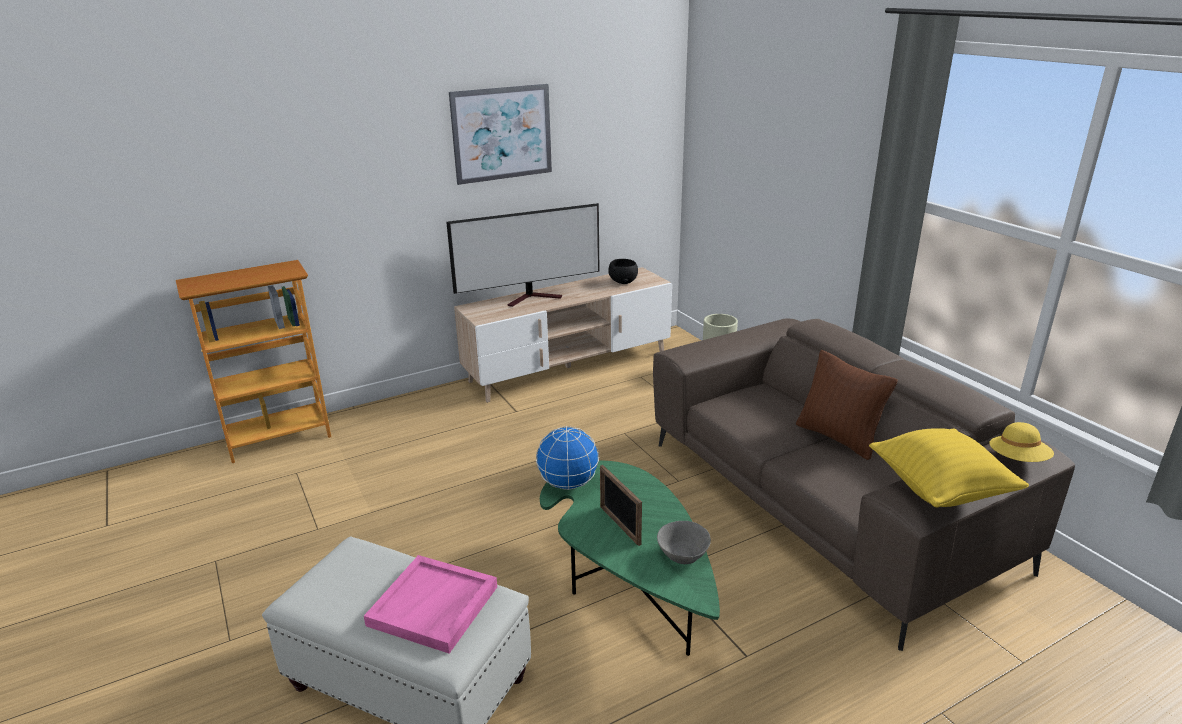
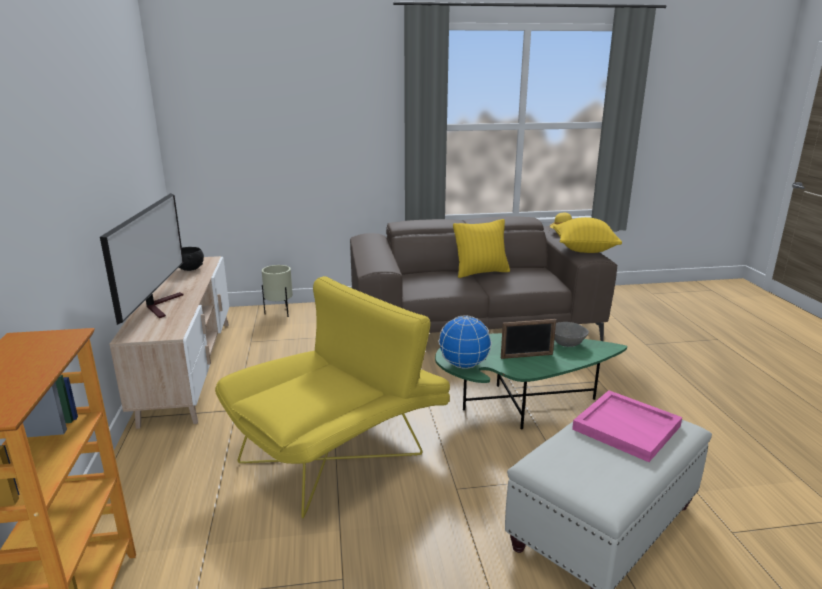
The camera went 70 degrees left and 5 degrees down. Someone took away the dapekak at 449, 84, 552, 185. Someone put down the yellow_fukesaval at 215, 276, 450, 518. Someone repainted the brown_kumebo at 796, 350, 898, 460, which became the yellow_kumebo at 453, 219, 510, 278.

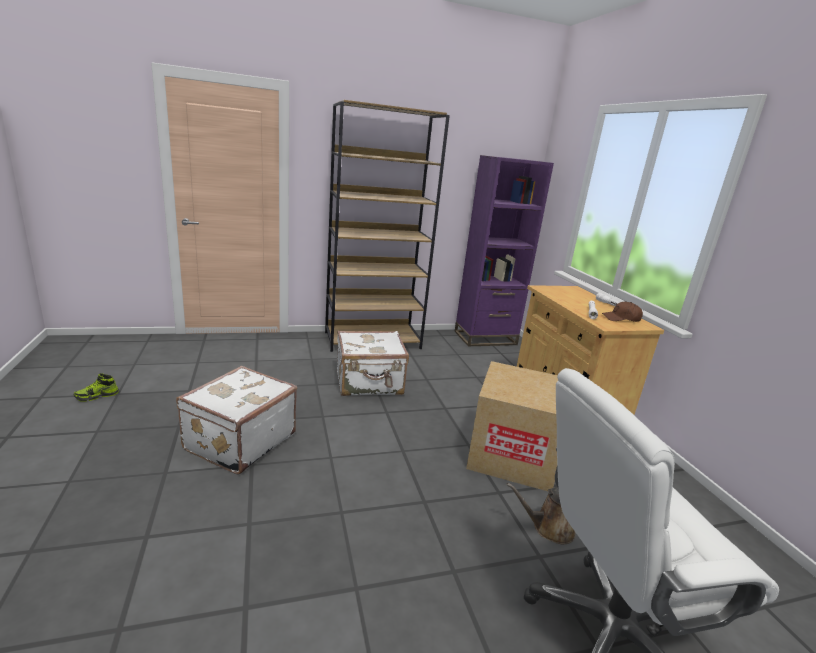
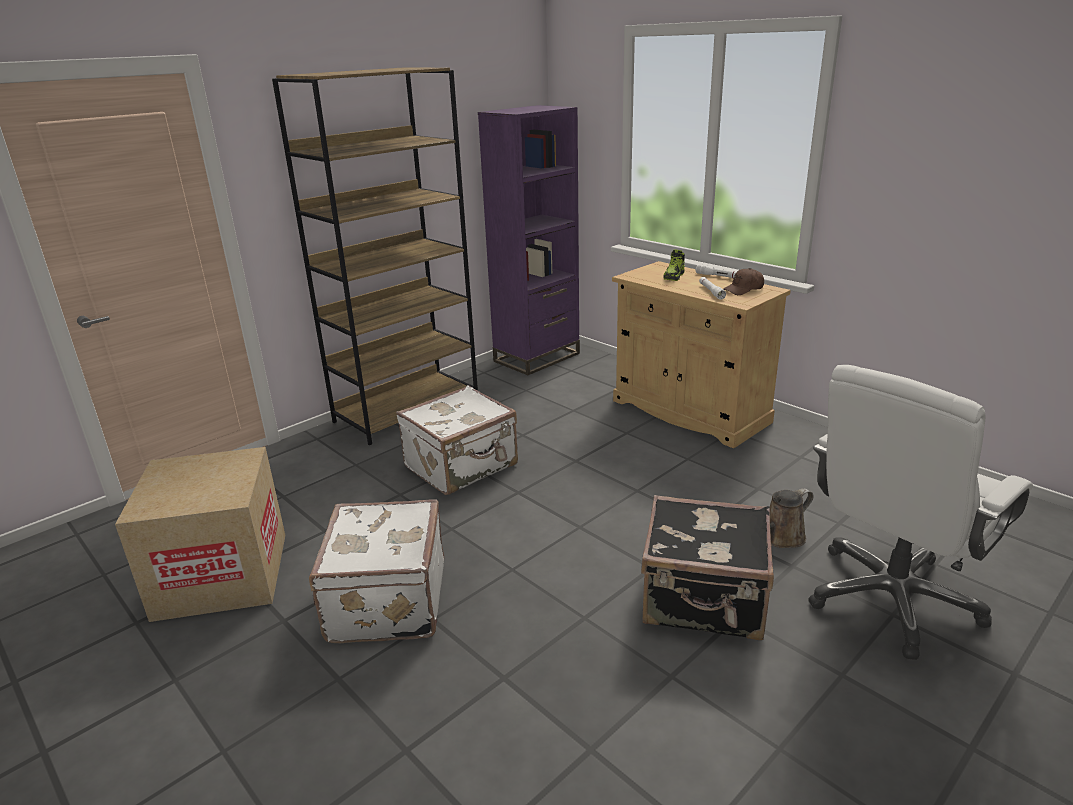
The camera went 25 degrees left and 5 degrees up. Someone put down the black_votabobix at 641, 495, 774, 640. Someone carried the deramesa from 74, 373, 119, 402 to 663, 249, 685, 281. Someone carried the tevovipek from 466, 361, 558, 491 to 115, 447, 285, 622.

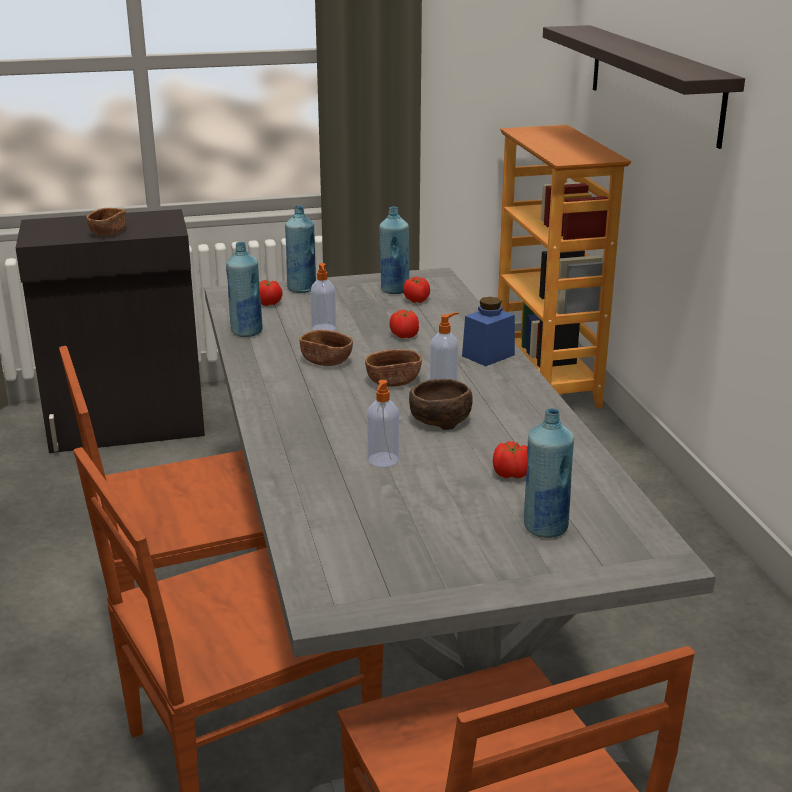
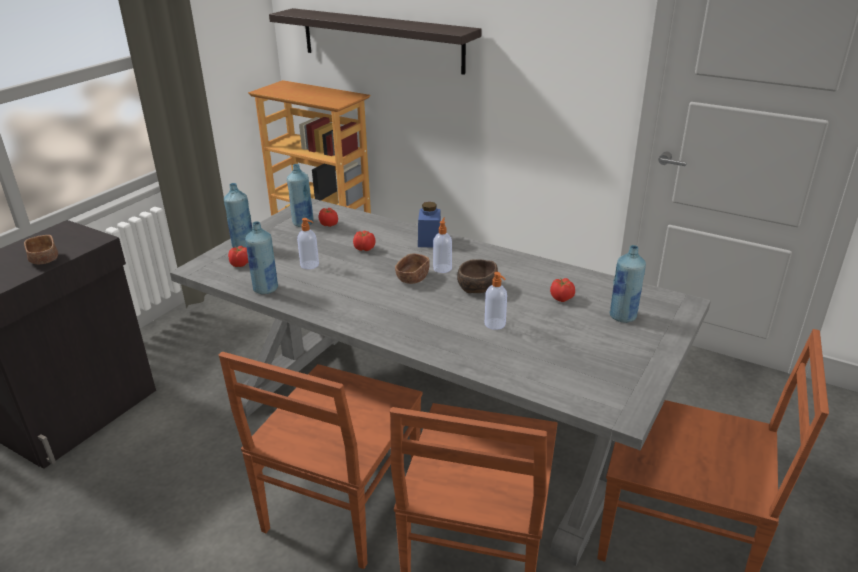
The camera went 45 degrees left and 5 degrees up. Someone took away the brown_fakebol at 299, 330, 353, 366.

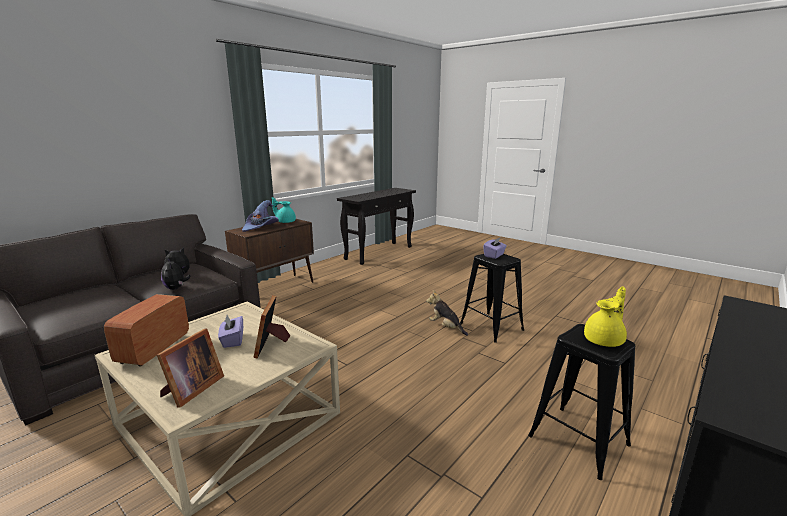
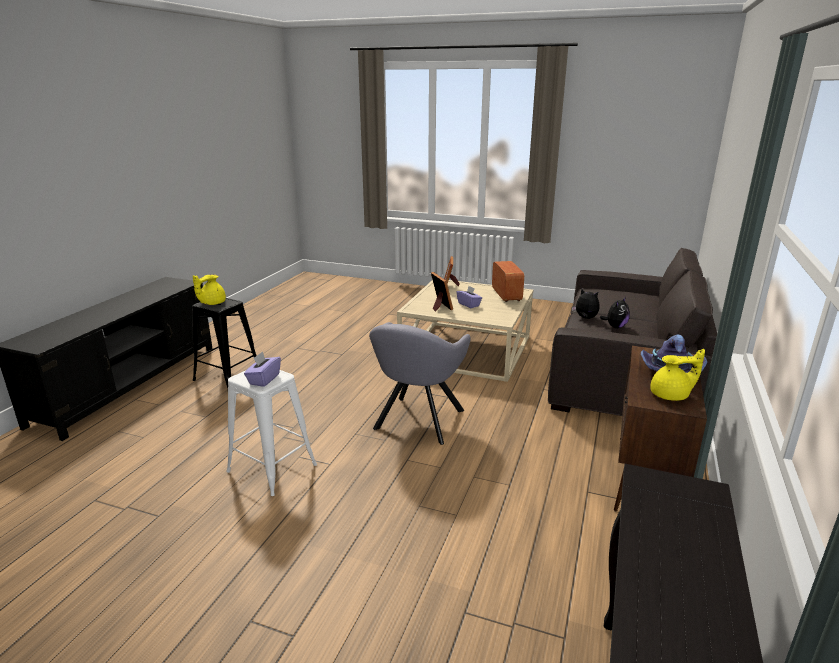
The camera went 160 degrees right and 5 degrees up. Someone took away the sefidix at 426, 290, 468, 336. Someone put down the grey_fukesaval at 369, 322, 471, 445. Someone repainted the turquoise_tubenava at 272, 197, 296, 223, which became the yellow_tubenava at 651, 349, 705, 401. Someone repainted the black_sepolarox at 460, 254, 524, 343, which became the white_sepolarox at 226, 370, 317, 496.

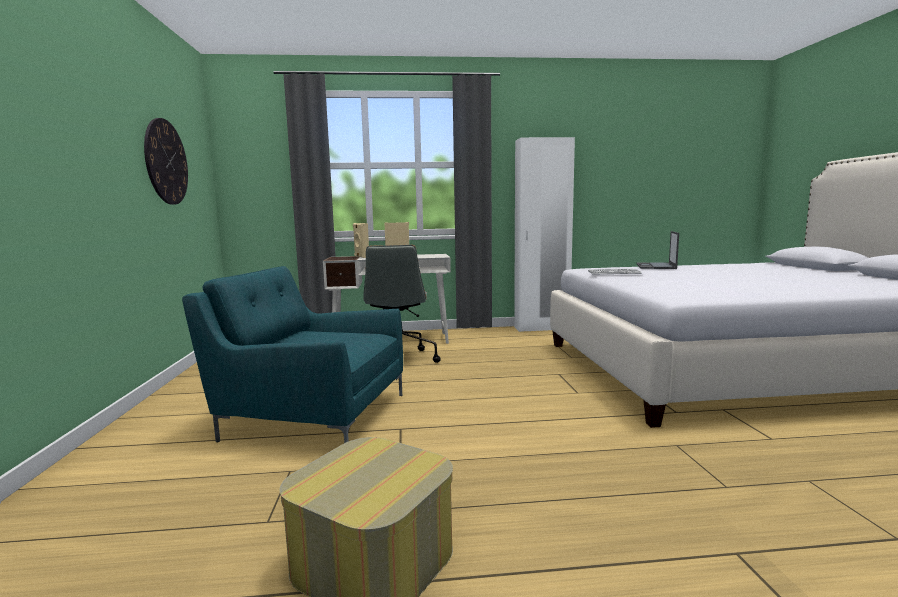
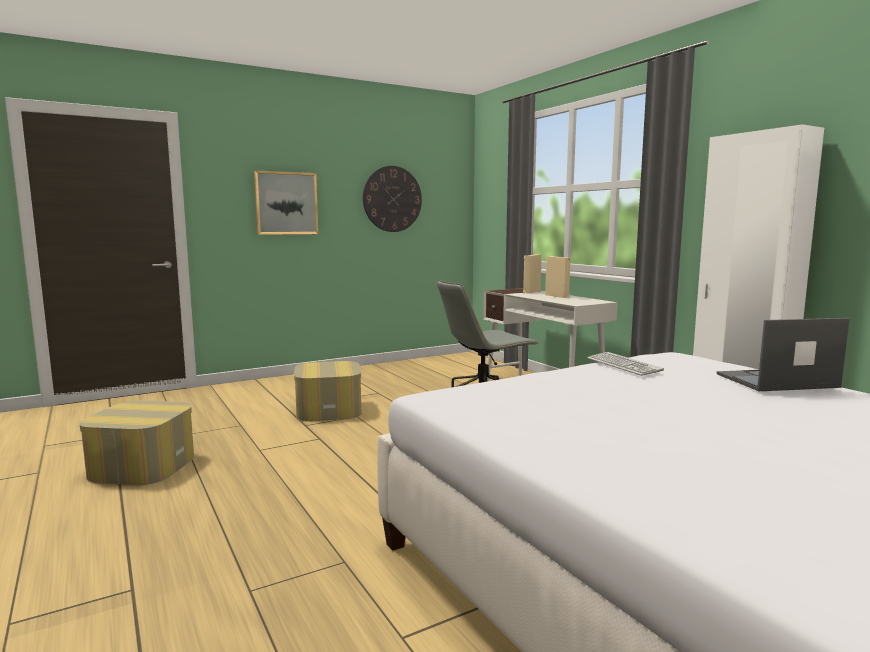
The camera went 65 degrees right and 0 degrees up. Someone put up the dapekak at 254, 170, 318, 235. Someone swapped the turquoise_fukesaval at 182, 266, 403, 443 for the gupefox at 294, 361, 362, 421.

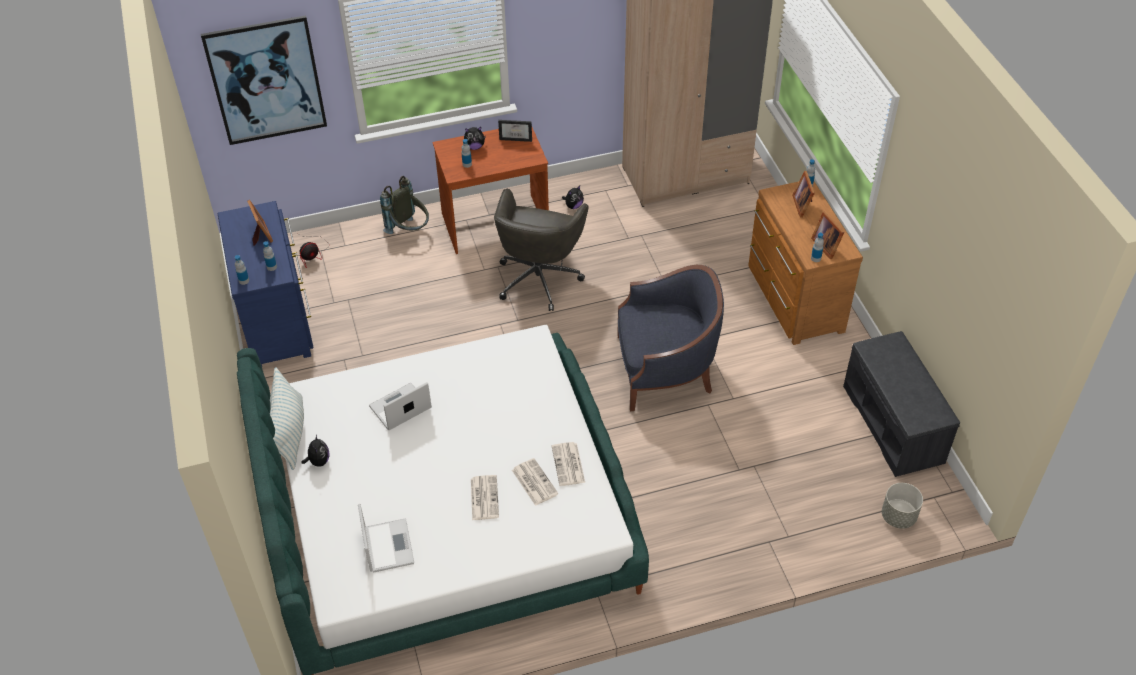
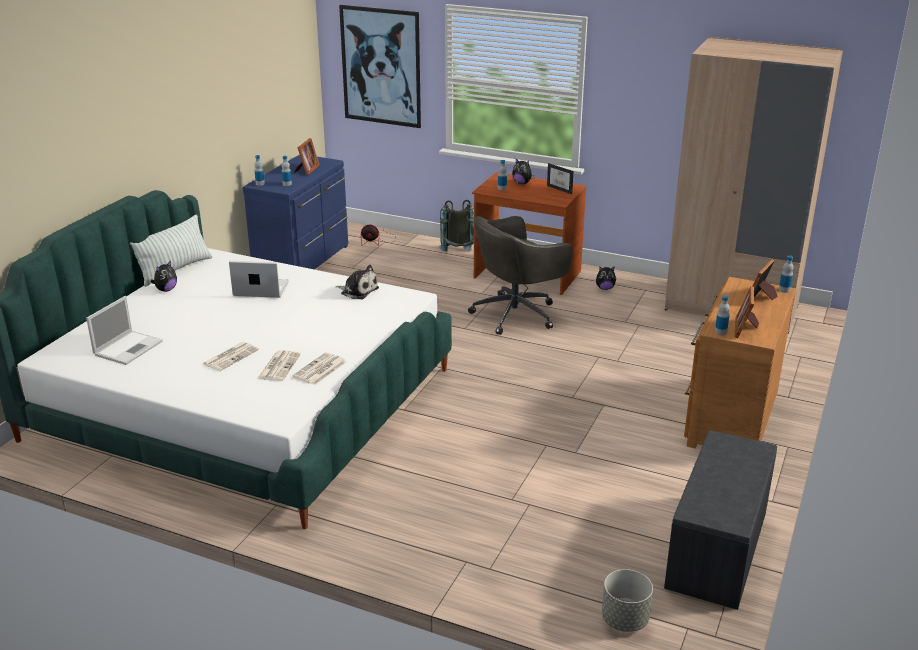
The camera went 40 degrees right and 20 degrees down. Someone took away the blue_fukesaval at 617, 265, 724, 411. Someone put down the sefidix at 336, 265, 379, 299.

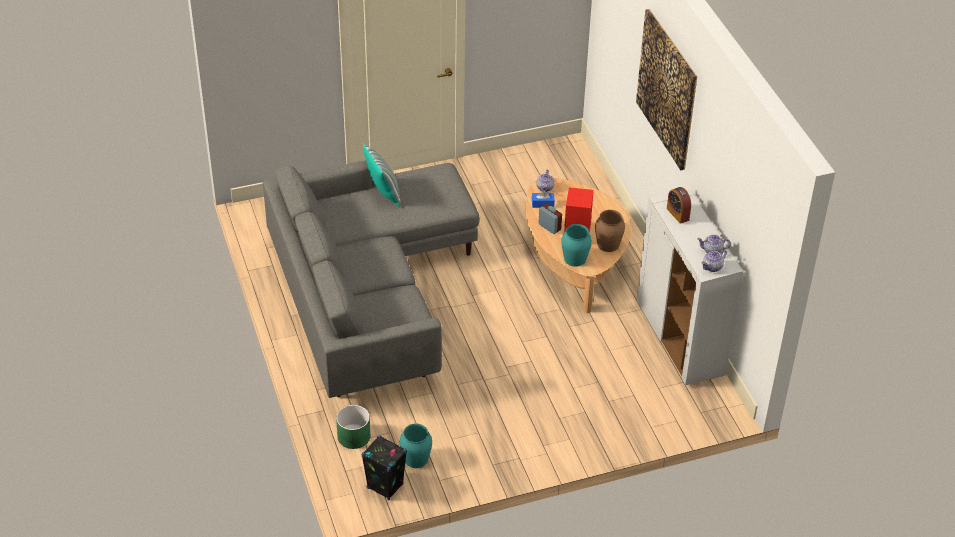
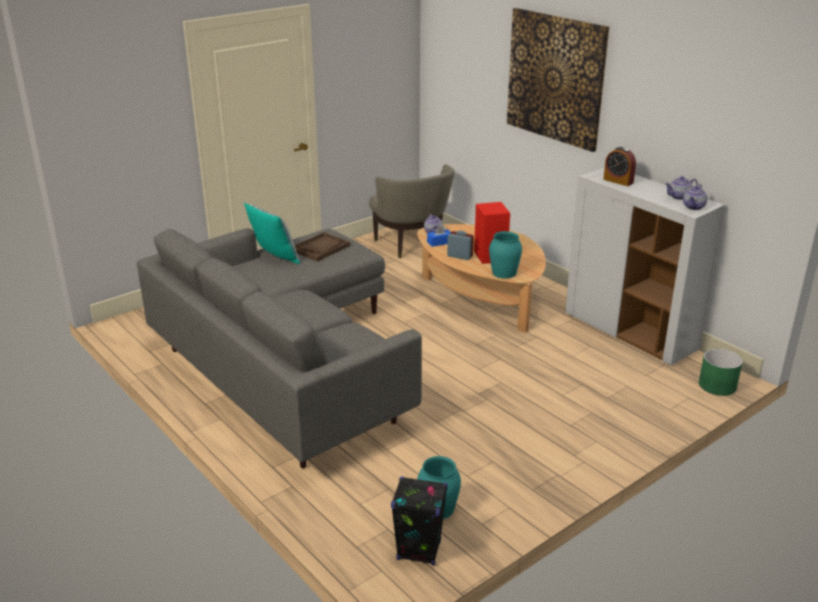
The camera went 20 degrees left and 15 degrees down. Someone took away the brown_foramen at 595, 210, 625, 252. Someone put down the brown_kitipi at 295, 232, 350, 262. Someone put down the beige_fukesaval at 369, 164, 455, 258. Someone carried the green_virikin from 336, 405, 370, 449 to 699, 349, 743, 396.

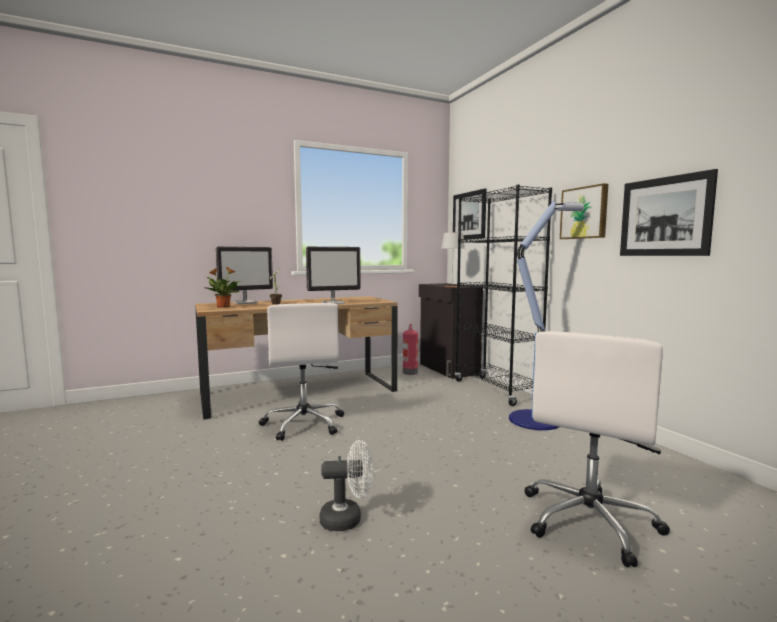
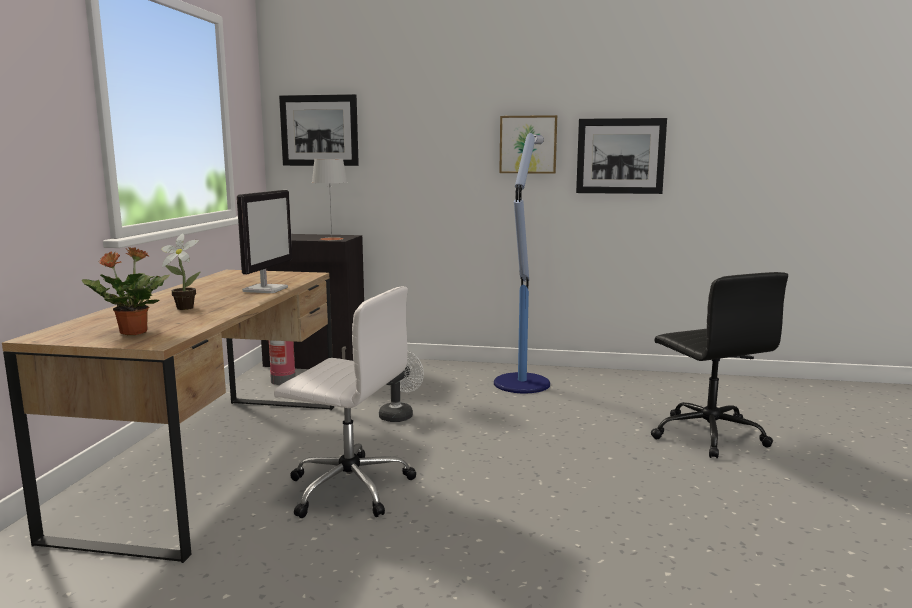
The camera went 55 degrees left and 5 degrees up. Someone took away the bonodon at 216, 247, 273, 304. Someone took away the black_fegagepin at 455, 185, 552, 406. Someone carried the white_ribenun from 320, 440, 373, 531 to 379, 351, 424, 422. Someone repainted the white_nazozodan at 525, 331, 670, 567, which became the black_nazozodan at 651, 272, 788, 458.

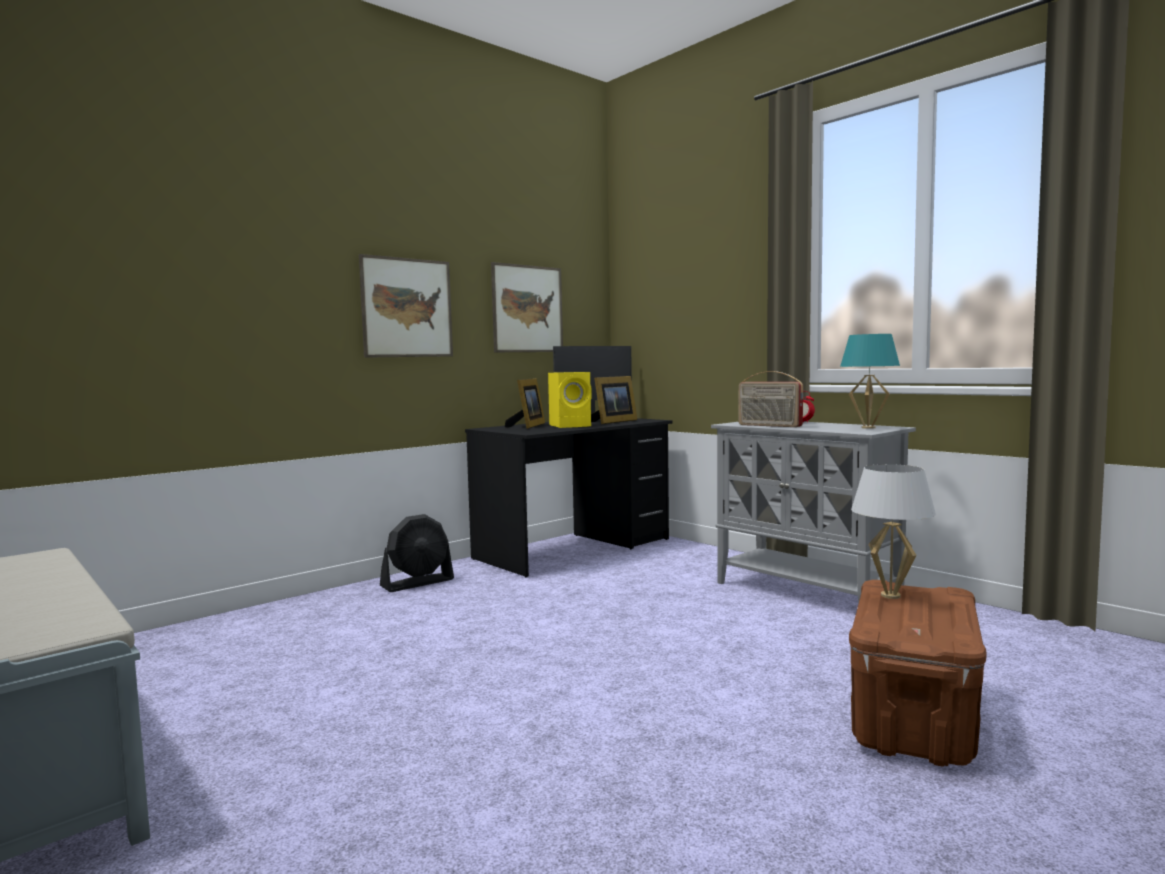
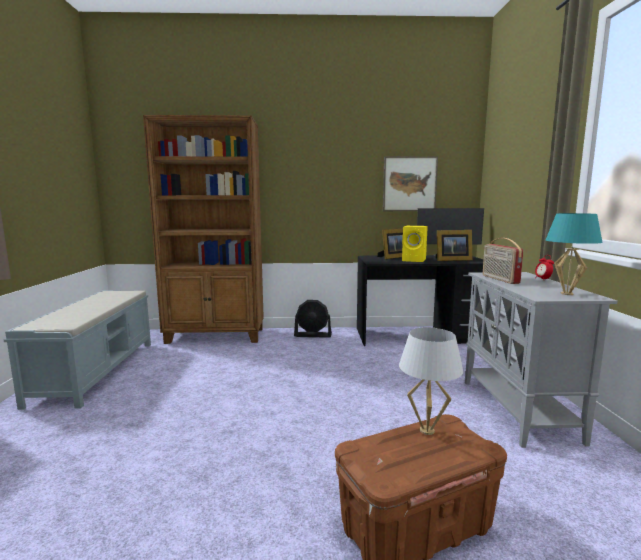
The camera went 40 degrees right and 5 degrees up. Someone took away the dapekak at 359, 254, 453, 358. Someone put down the brown_fegagepin at 143, 115, 264, 344.

